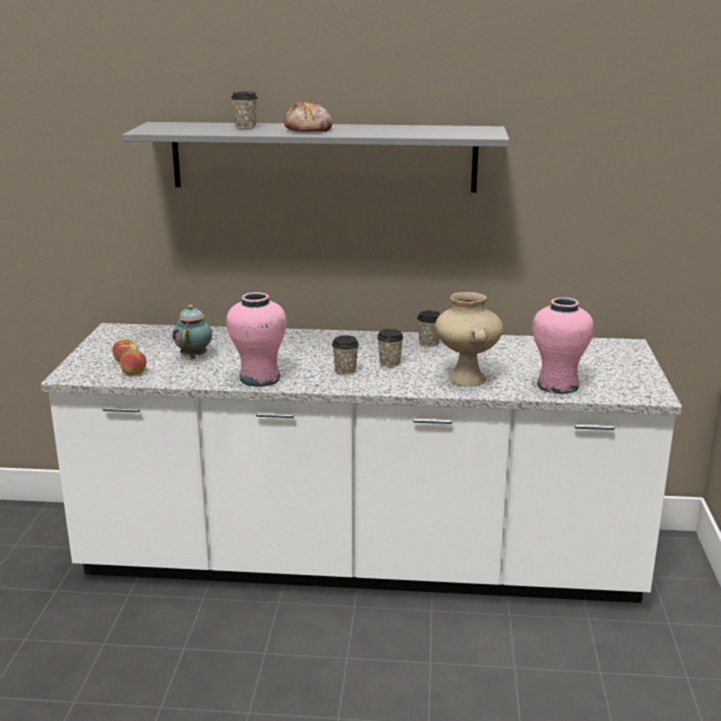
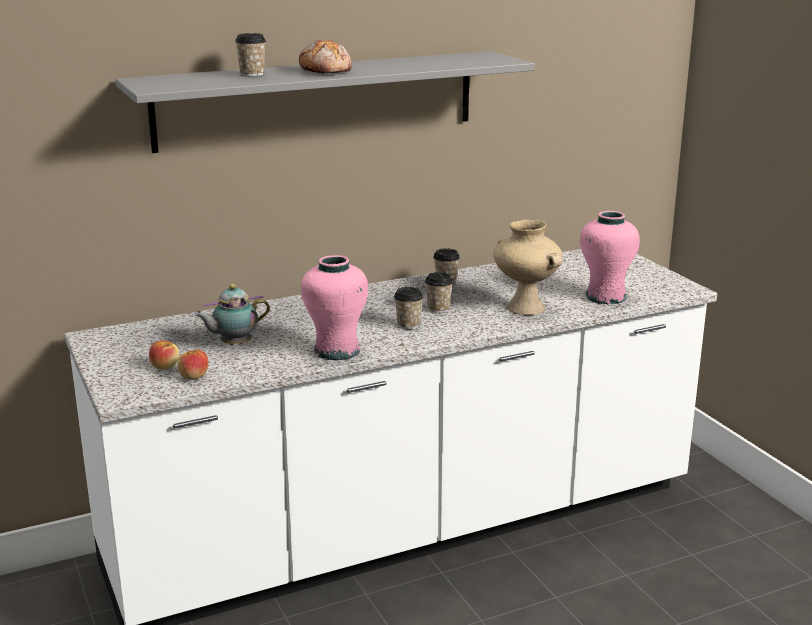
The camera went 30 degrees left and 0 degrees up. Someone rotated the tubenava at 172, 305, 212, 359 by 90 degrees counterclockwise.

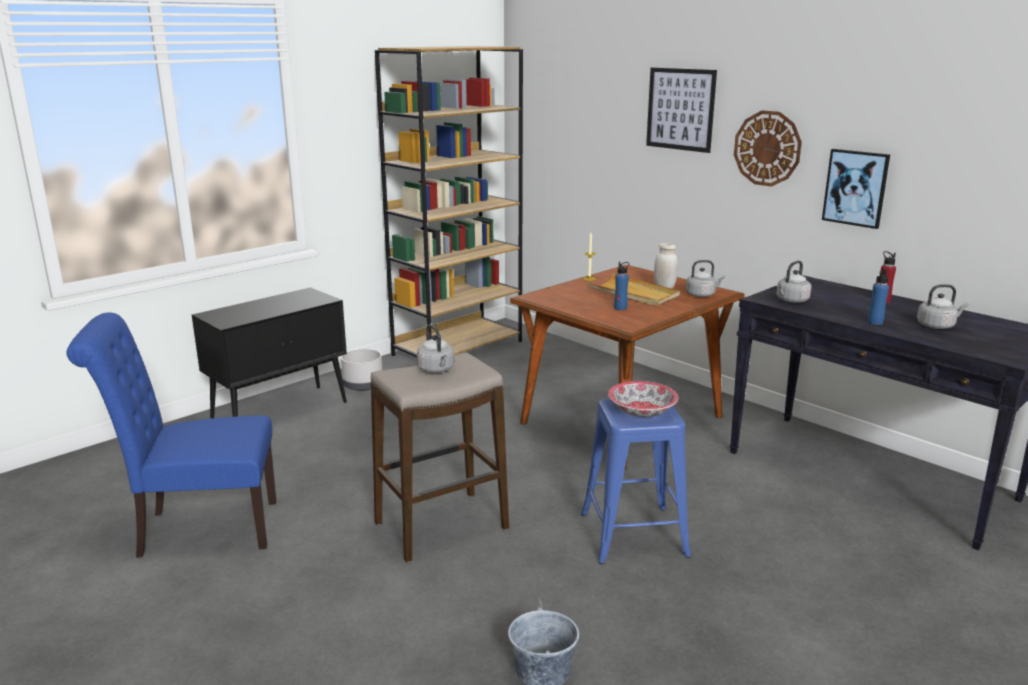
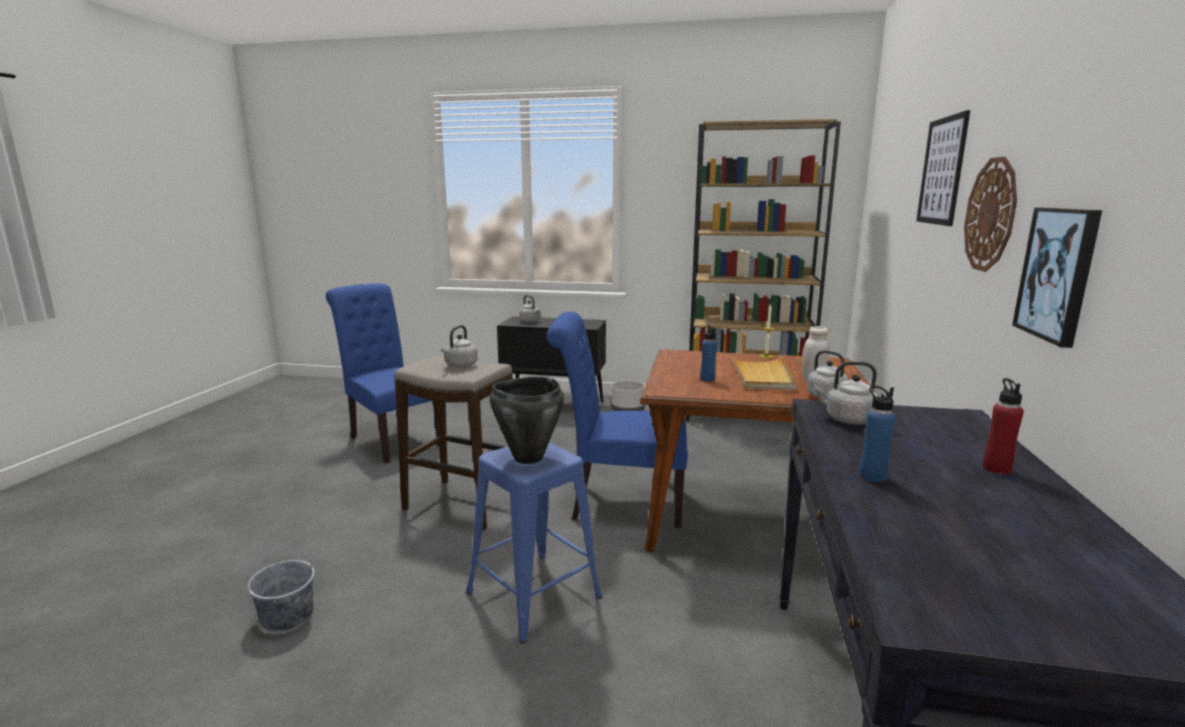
The camera went 55 degrees right and 5 degrees down. Someone put down the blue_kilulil at 547, 312, 688, 528. Someone carried the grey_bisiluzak from 917, 284, 968, 329 to 519, 295, 541, 323. Someone swapped the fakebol at 608, 381, 678, 417 for the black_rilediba at 490, 377, 564, 464.

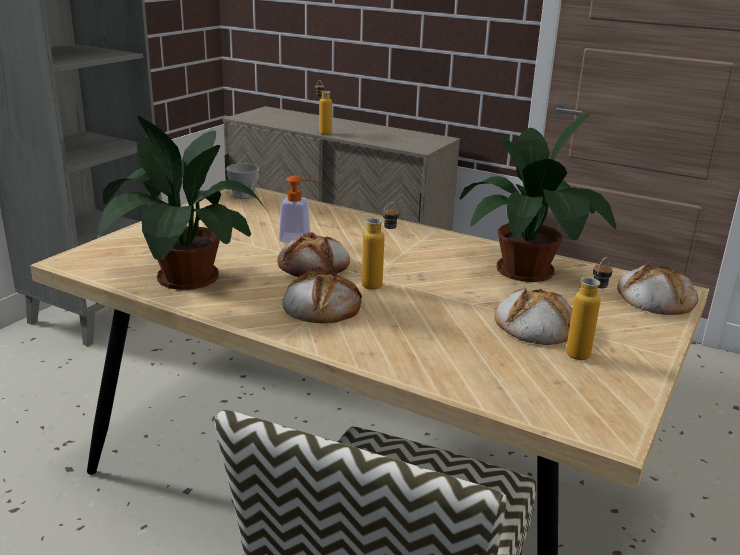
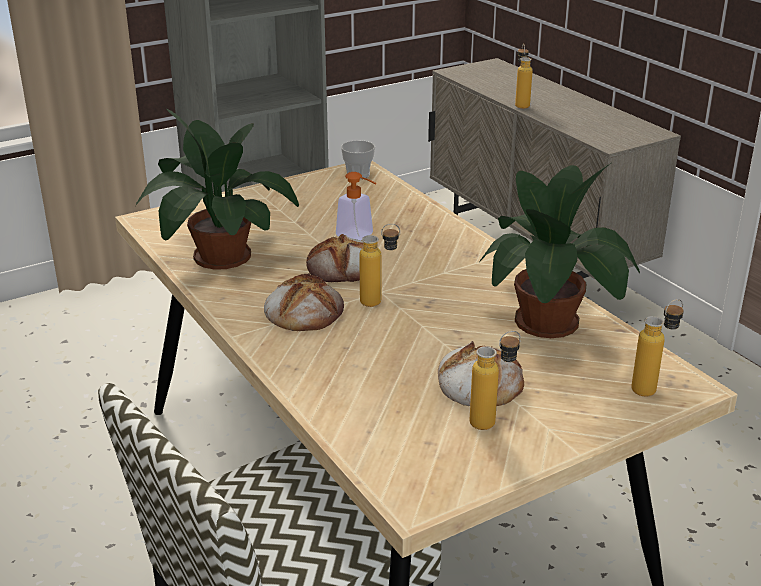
The camera went 30 degrees right and 5 degrees up. Someone swapped the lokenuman at 617, 262, 698, 315 for the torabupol at 631, 299, 684, 397.

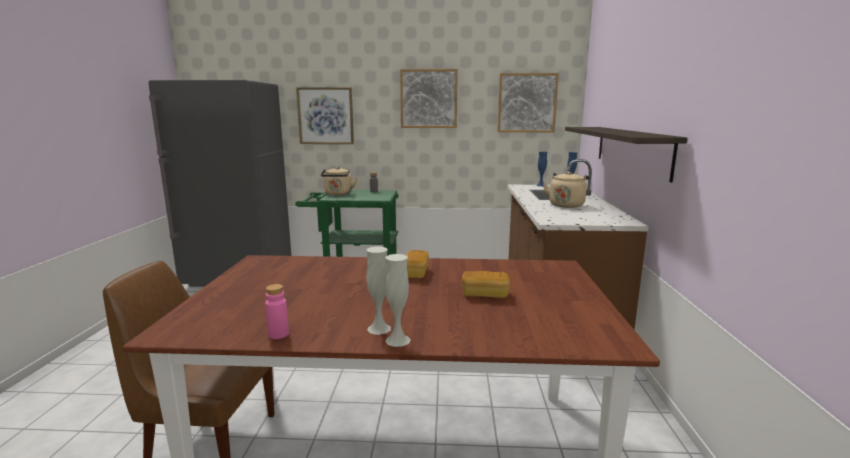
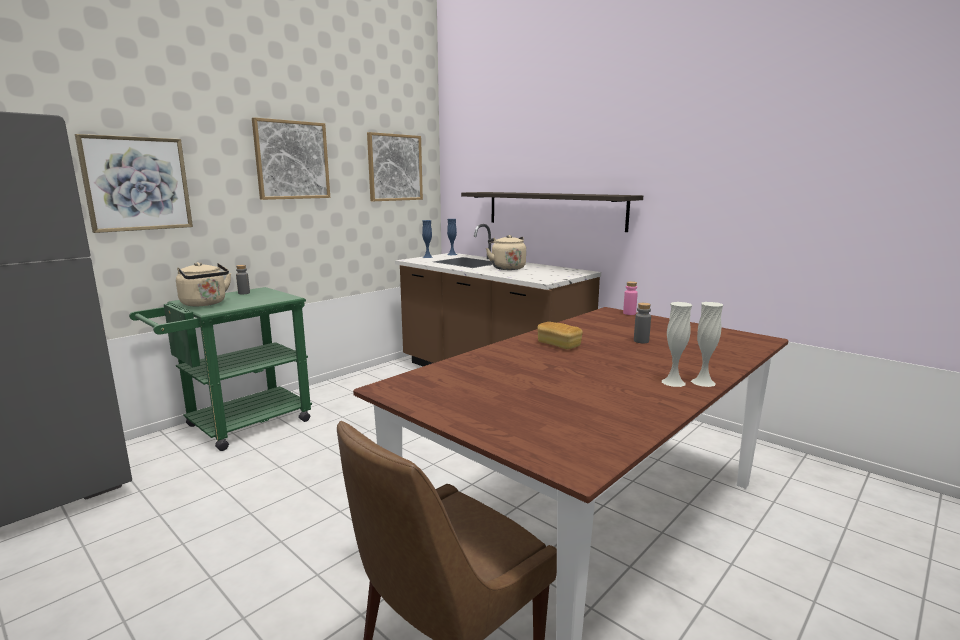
The camera went 50 degrees left and 0 degrees up. Someone carried the pink_torabupol from 265, 284, 289, 339 to 623, 281, 638, 315. Someone swapped the lokenuman at 462, 271, 510, 298 for the grey_torabupol at 634, 303, 651, 343.

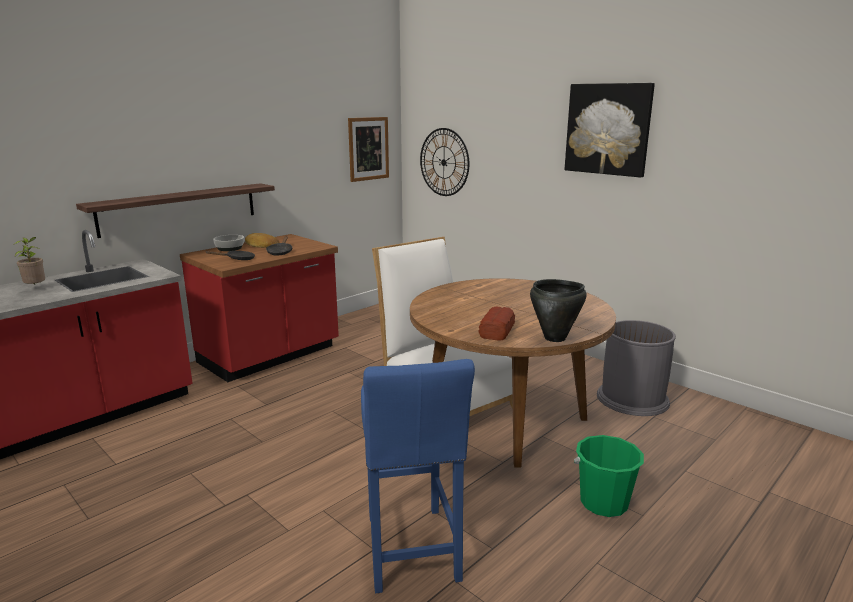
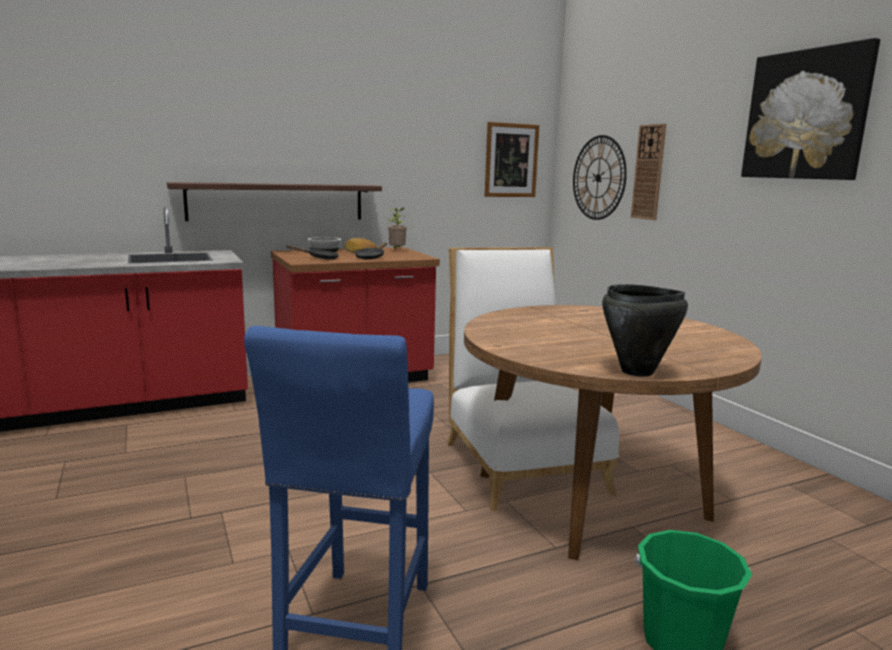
The camera went 20 degrees right and 5 degrees down. Someone took away the lokenuman at 479, 306, 515, 341. Someone took away the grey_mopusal at 597, 320, 676, 416. Someone put up the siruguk at 631, 124, 666, 220. Someone carried the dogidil from 13, 237, 45, 285 to 388, 208, 407, 249.

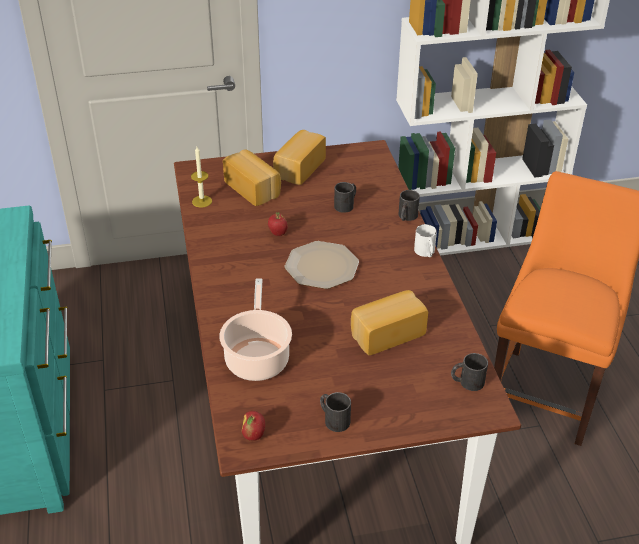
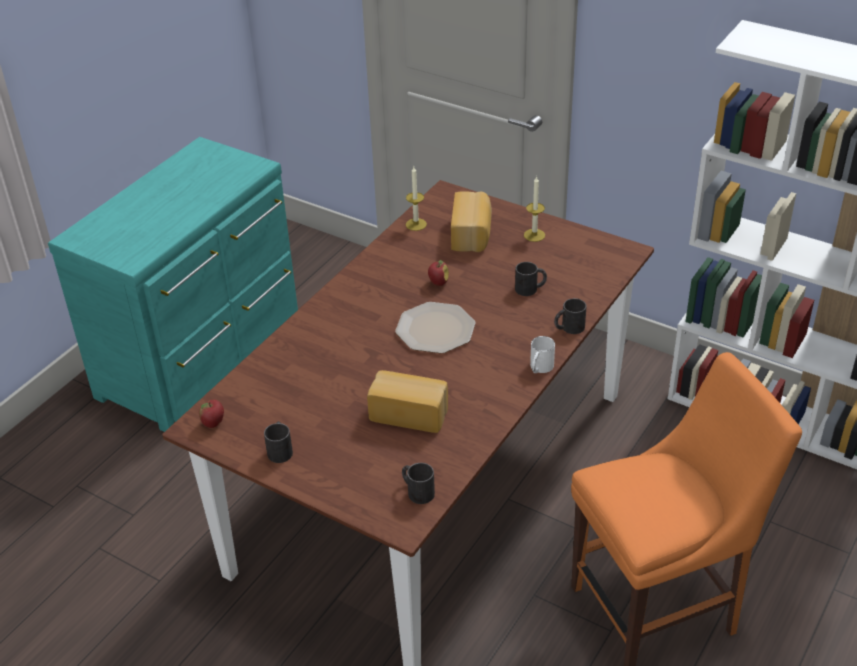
The camera went 45 degrees right and 0 degrees up. Someone took away the rilediba at 219, 279, 292, 381. Someone swapped the lokenuman at 273, 130, 326, 185 for the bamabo at 524, 176, 545, 242.

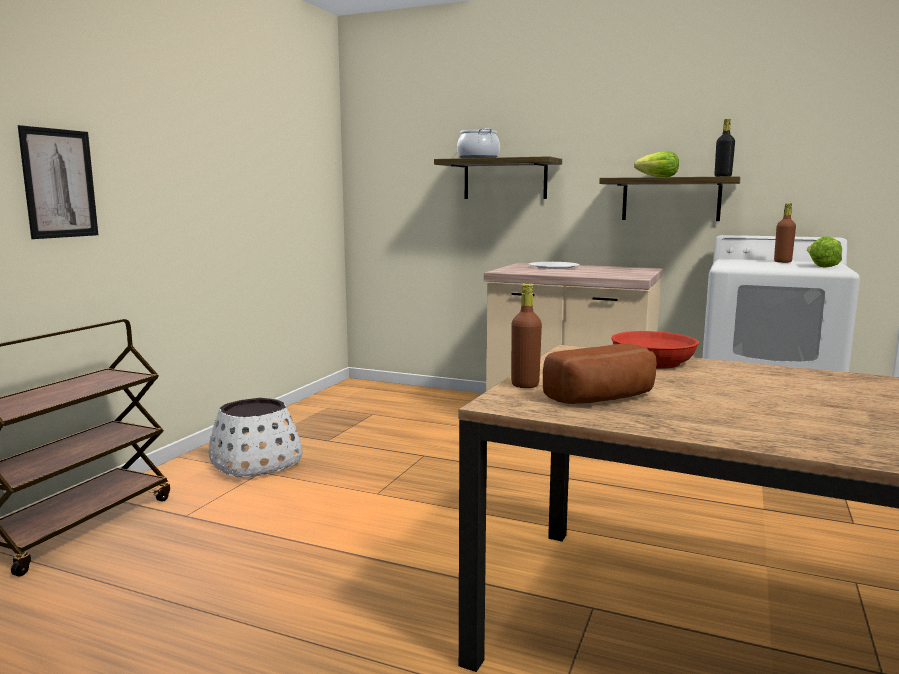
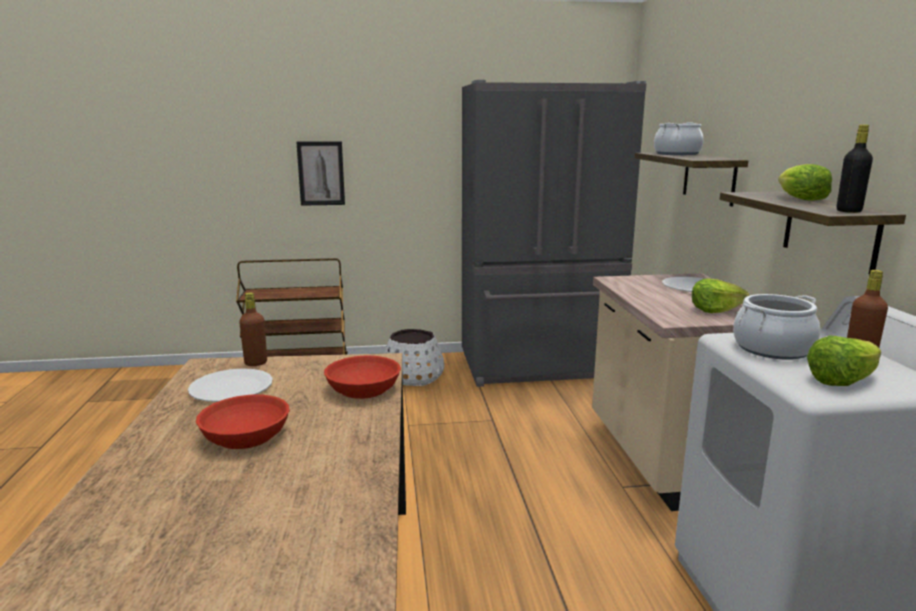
The camera went 60 degrees right and 5 degrees up. Someone put down the red_fakebol at 196, 395, 290, 449. Someone put down the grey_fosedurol at 462, 80, 646, 387. Someone put down the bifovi at 692, 278, 749, 313. Someone put down the rilediba at 733, 294, 820, 360. Someone swapped the lokenuman at 543, 343, 657, 404 for the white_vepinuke at 188, 368, 273, 402.

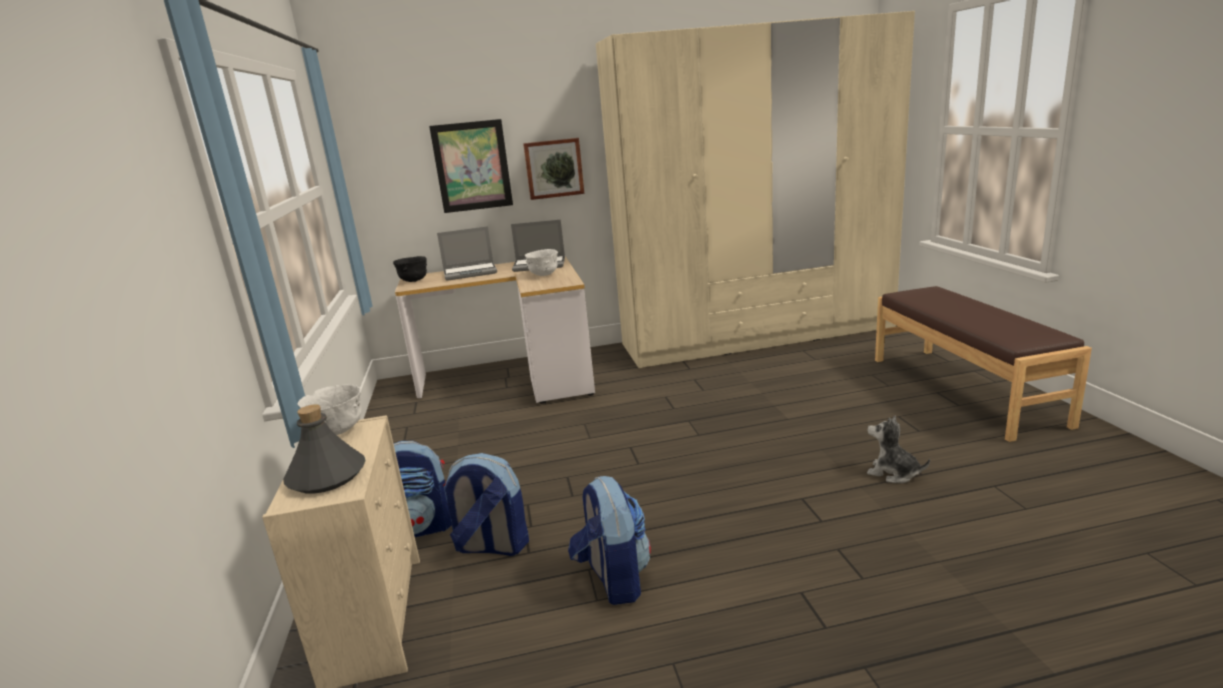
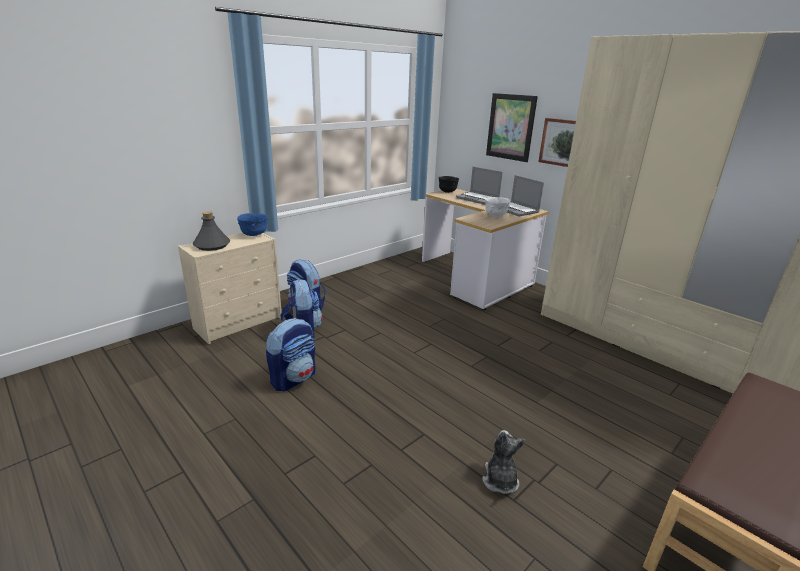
The camera went 55 degrees right and 5 degrees up. Someone repainted the white_fakebol at 298, 384, 362, 435, which became the blue_fakebol at 237, 213, 268, 236.

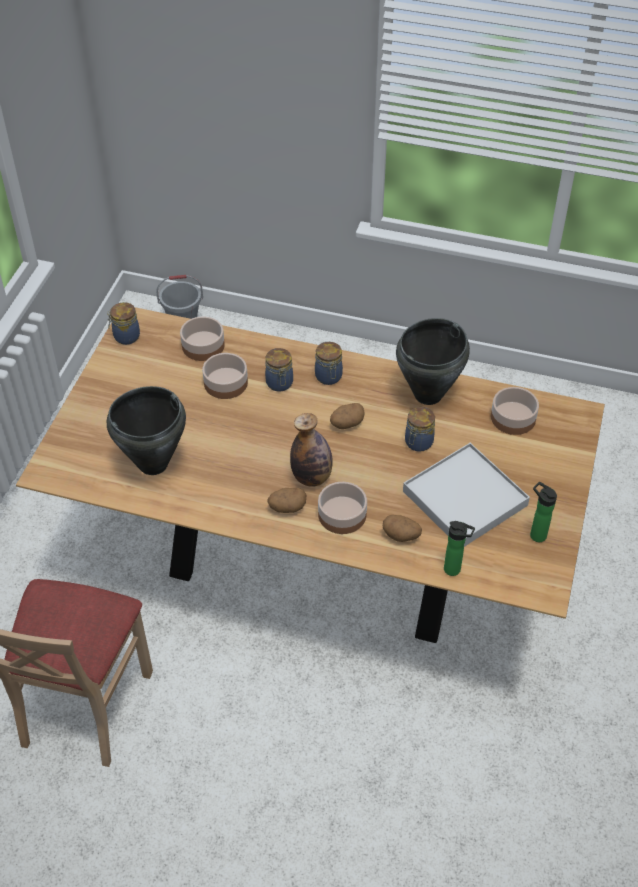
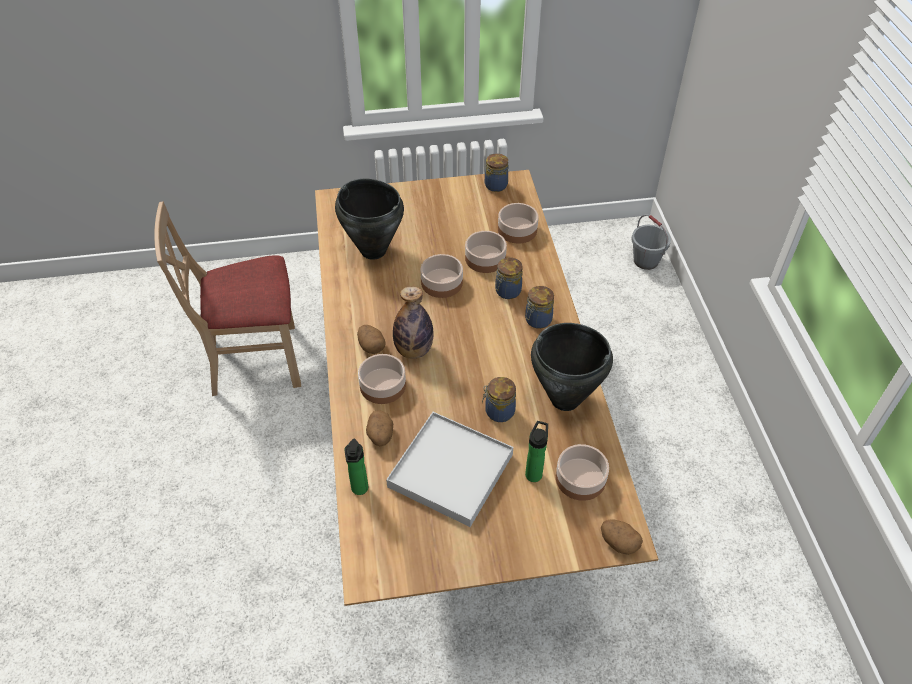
The camera went 65 degrees right and 0 degrees up. Someone put down the fakebol at 421, 254, 463, 298. Someone carried the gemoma from 330, 403, 365, 429 to 601, 519, 643, 555. Someone carried the torabupol from 530, 482, 557, 542 to 525, 421, 548, 482.

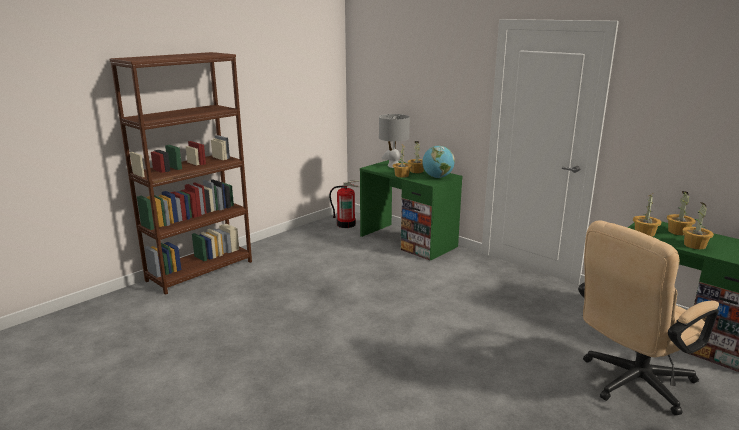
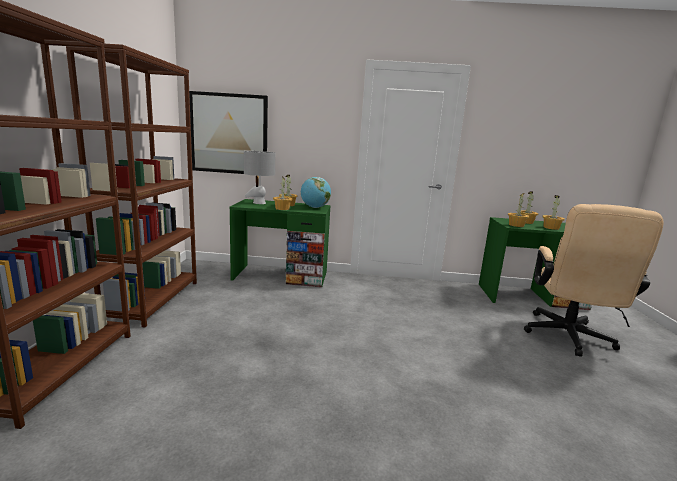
The camera went 40 degrees left and 5 degrees down. Someone took away the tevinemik at 329, 180, 360, 228. Someone put down the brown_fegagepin at 66, 44, 197, 327. Someone put up the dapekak at 189, 91, 268, 174.

